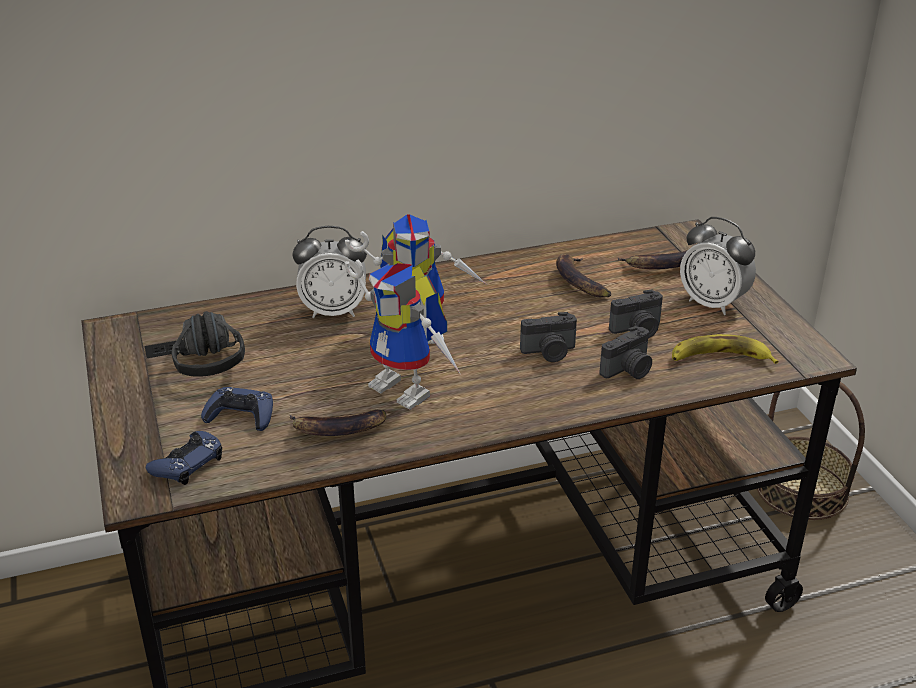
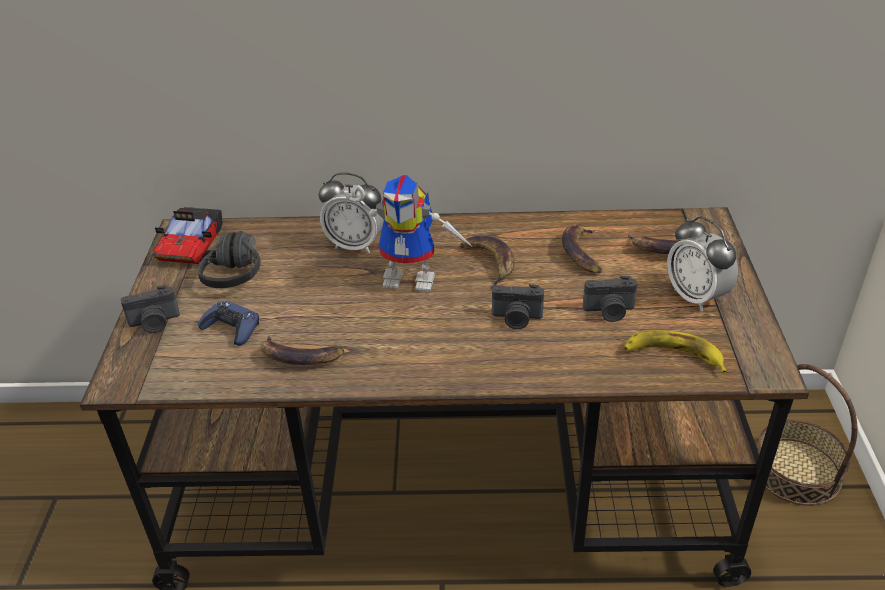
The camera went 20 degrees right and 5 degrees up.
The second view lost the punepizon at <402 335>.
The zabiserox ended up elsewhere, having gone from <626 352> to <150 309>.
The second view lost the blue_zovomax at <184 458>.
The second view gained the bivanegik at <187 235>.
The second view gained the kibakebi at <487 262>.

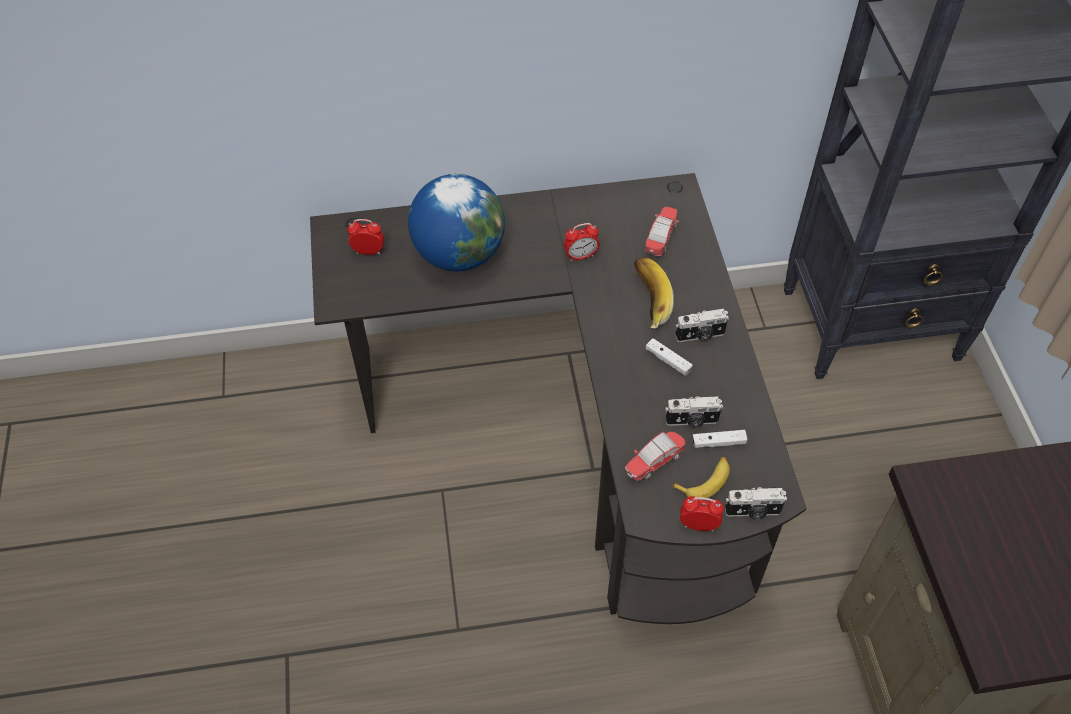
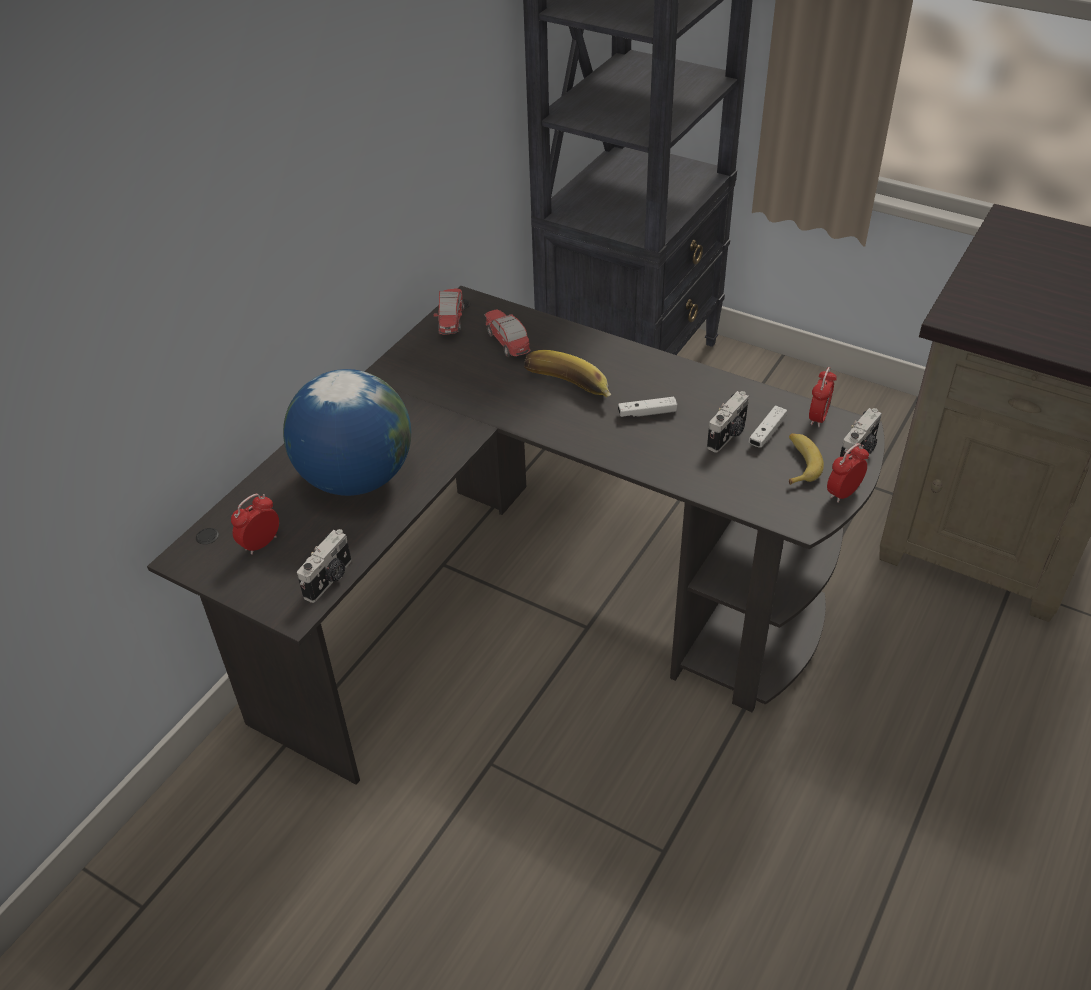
The camera went 50 degrees left and 10 degrees down.
The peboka ended up elsewhere, having gone from <582 242> to <823 397>.
The zabiserox ended up elsewhere, having gone from <702 325> to <324 566>.
The bivanegik ended up elsewhere, having gone from <655 456> to <449 311>.

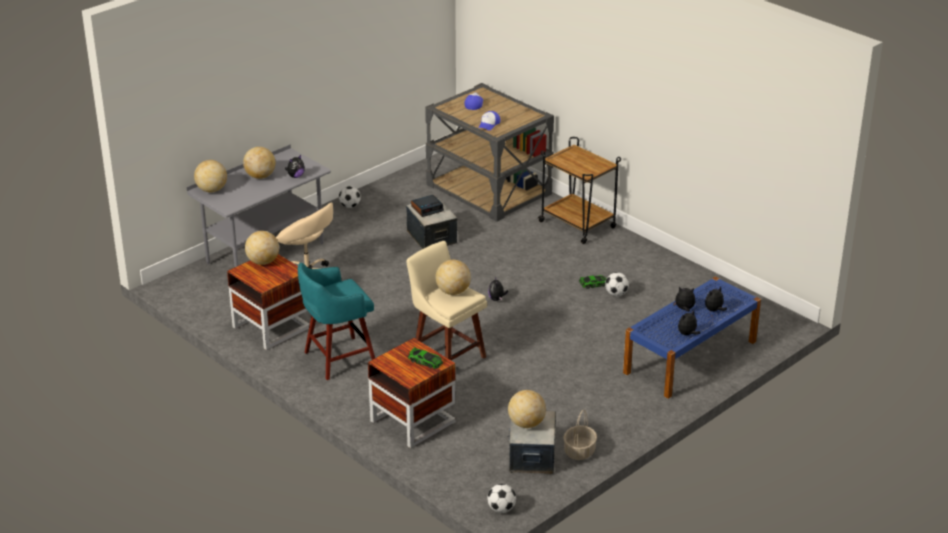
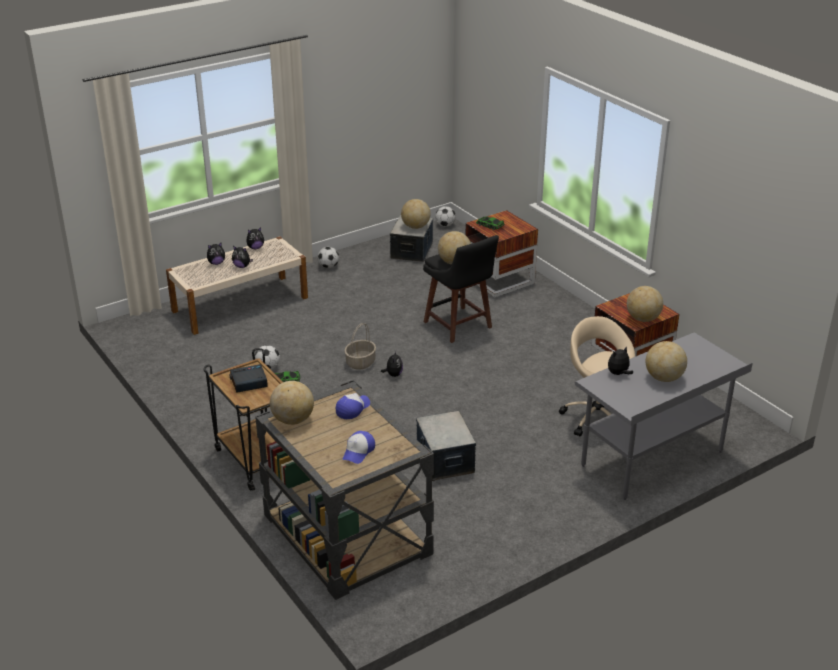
The camera went 170 degrees left and 0 degrees up.
The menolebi ended up elsewhere, having gone from <210 176> to <292 403>.
The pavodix ended up elsewhere, having gone from <350 197> to <328 257>.
The peboka ended up elsewhere, having gone from <427 206> to <249 378>.
What was the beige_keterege at <446 301> turned into the black_keterege at <461 289>.
The second view lost the turquoise_keterege at <336 321>.
What was the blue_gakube at <692 337> turned into the beige_gakube at <237 285>.
The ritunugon ended up elsewhere, having gone from <580 435> to <360 346>.

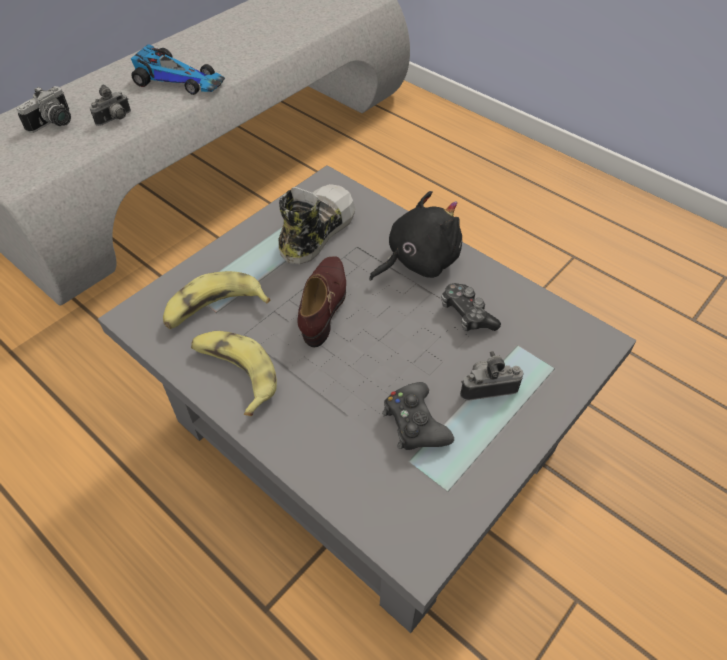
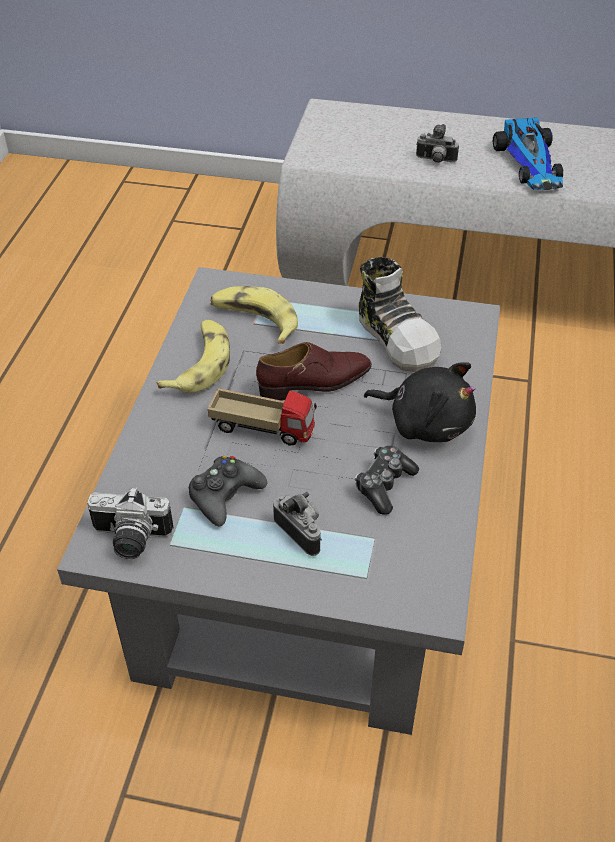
The camera went 60 degrees right and 5 degrees down.
The zabiserox ended up elsewhere, having gone from <43 109> to <130 523>.
The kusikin at <316 224> ended up facing another way, 60 degrees clockwise from before.
The second view gained the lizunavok at <262 417>.

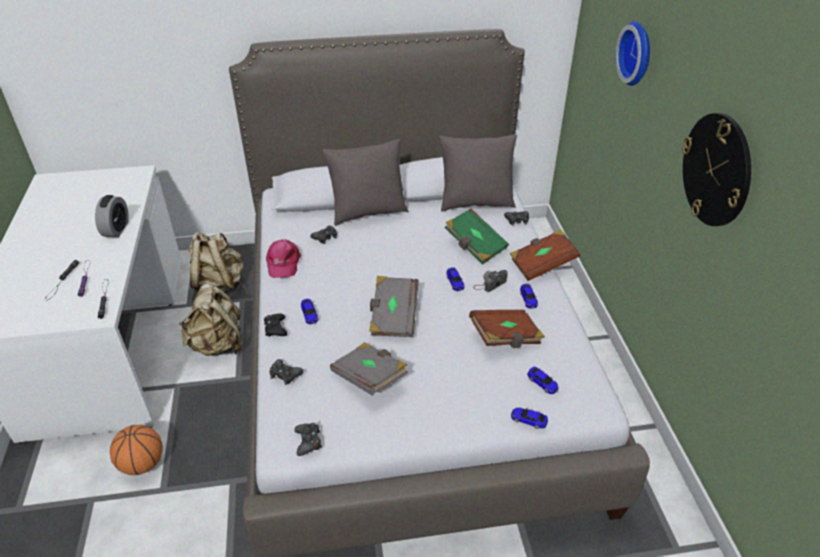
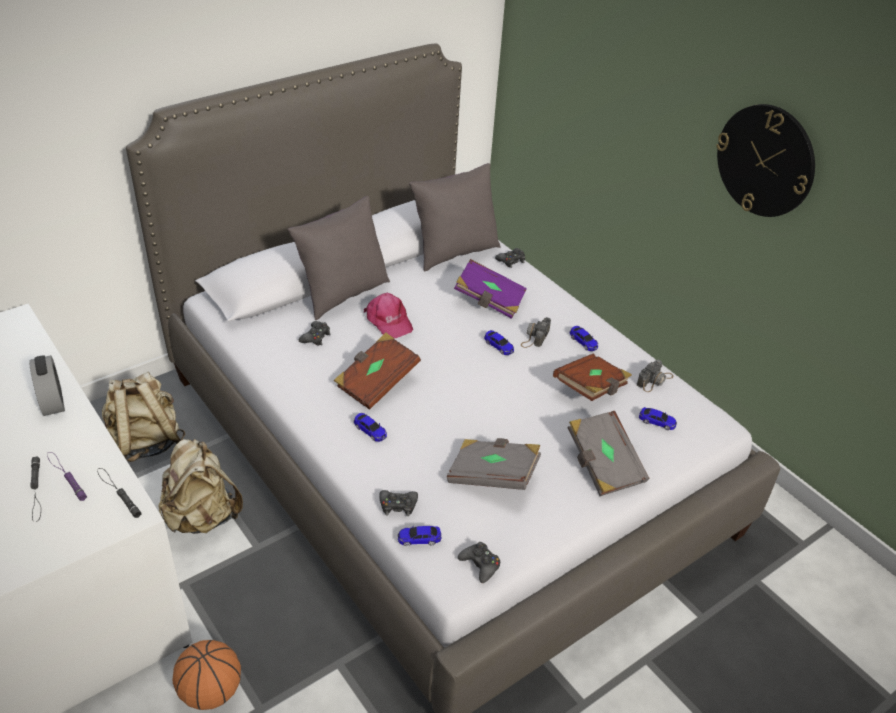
The camera went 30 degrees left and 0 degrees up.
The second view lost the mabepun at <633 53>.
What was the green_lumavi at <477 236> turned into the purple_lumavi at <490 289>.
The brown_lumavi ended up elsewhere, having gone from <545 255> to <377 371>.
The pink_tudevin ended up elsewhere, having gone from <283 258> to <388 315>.
The grey_lumavi ended up elsewhere, having gone from <394 306> to <608 453>.
The second view lost the black_zovomax at <275 325>.
The bivanegik ended up elsewhere, having gone from <529 418> to <419 536>.
The second view gained the zabiserox at <655 376>.

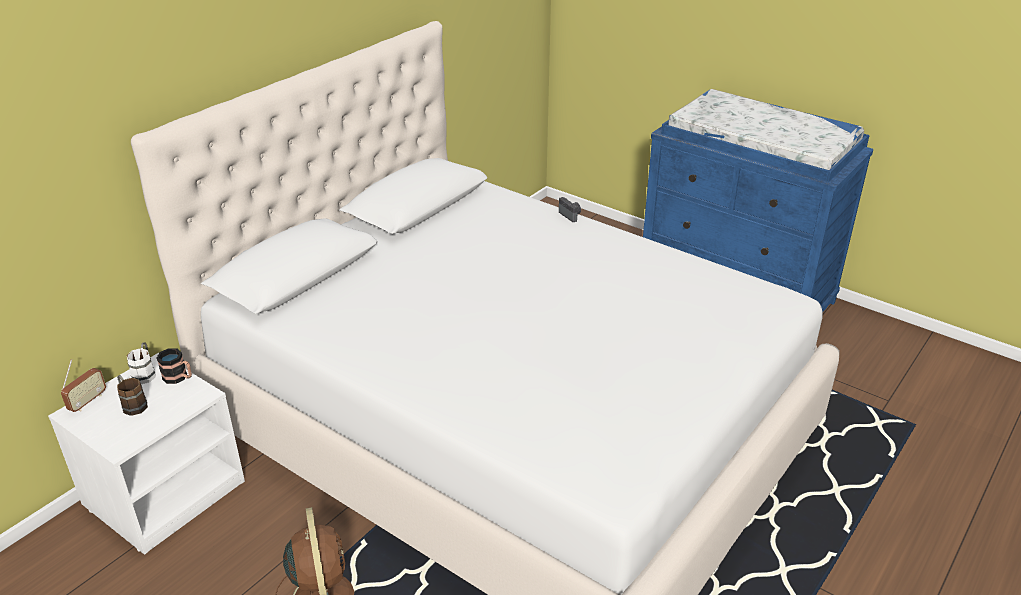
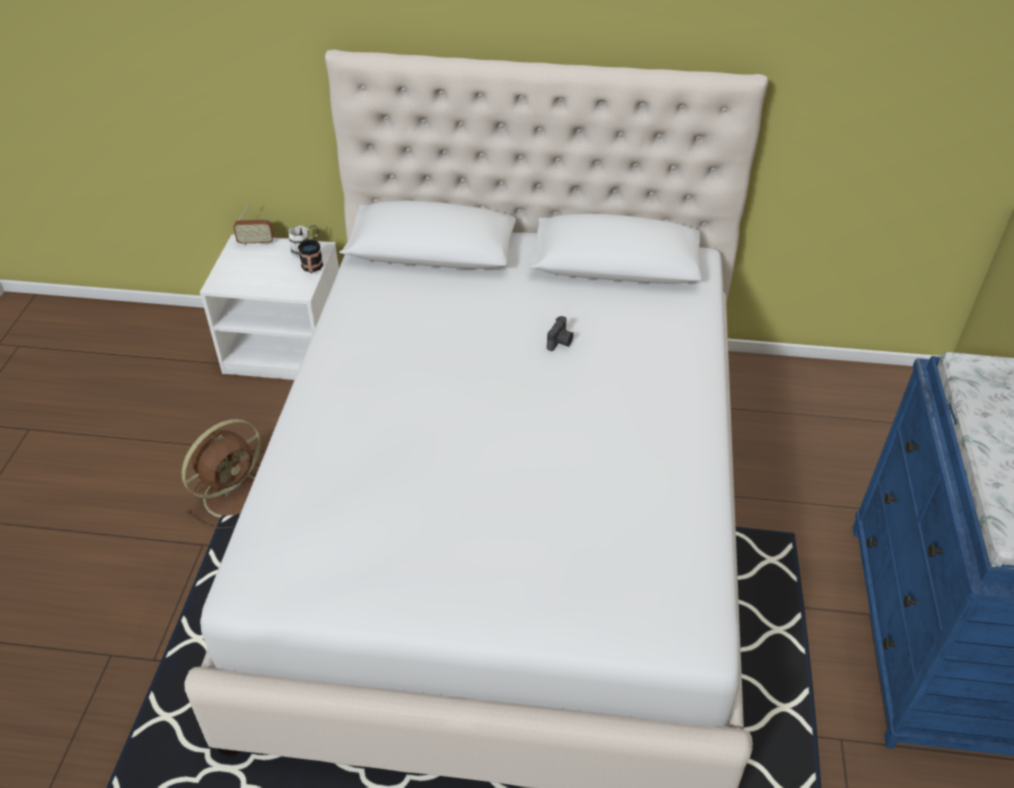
The camera went 60 degrees right and 10 degrees up.
The zabiserox ended up elsewhere, having gone from <570 209> to <560 333>.
The second view lost the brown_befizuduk at <132 395>.

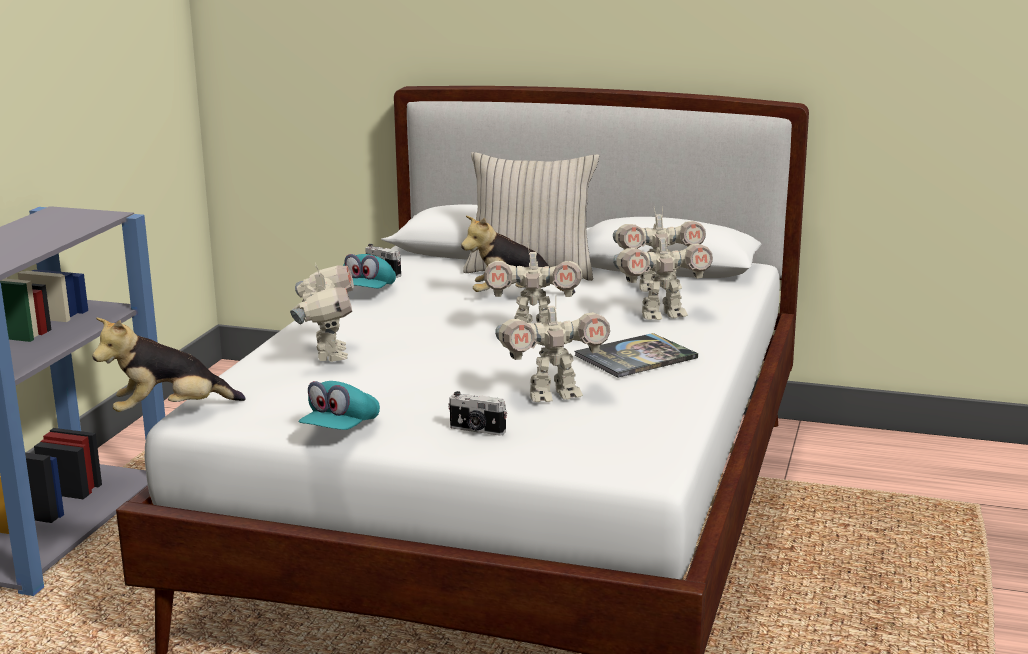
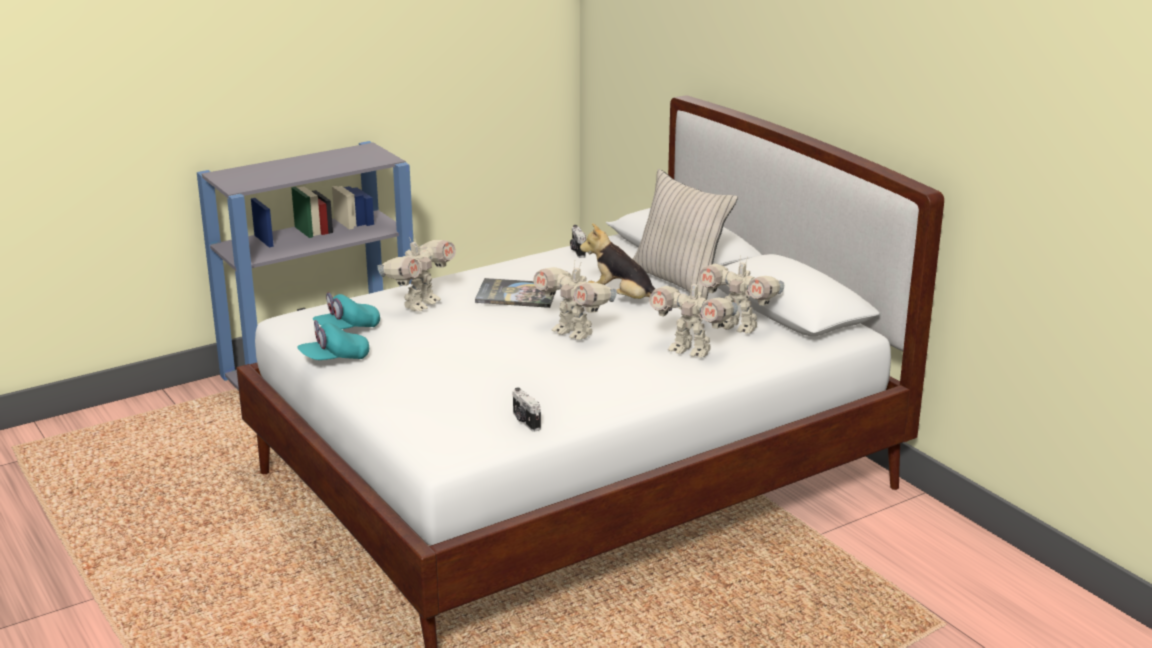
The camera went 40 degrees right and 5 degrees up.
The turquoise_tudevin ended up elsewhere, having gone from <369 271> to <346 310>.
The second view lost the punepizon at <552 349>.
The second view lost the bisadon at <169 364>.
The lumavi ended up elsewhere, having gone from <636 355> to <514 293>.
The zabiserox ended up elsewhere, having gone from <477 413> to <527 410>.

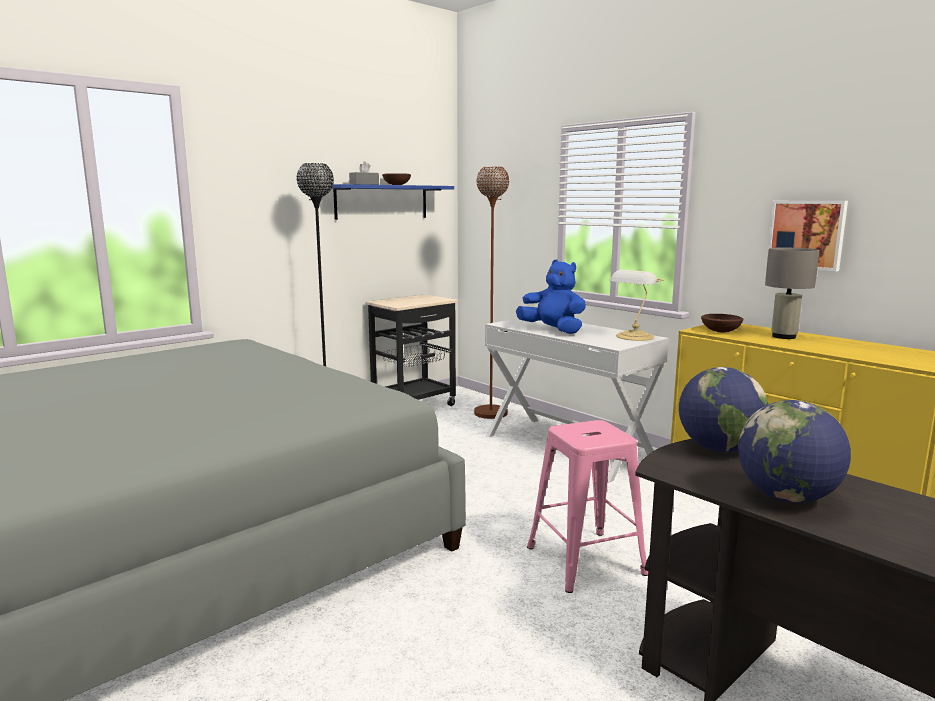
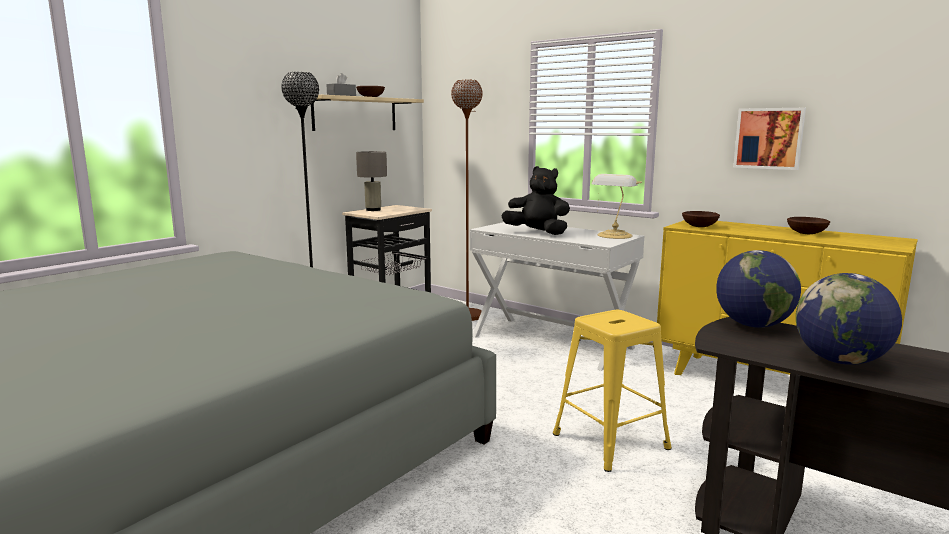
The camera went 10 degrees left and 0 degrees up.
What was the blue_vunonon at <392 202> turned into the beige_vunonon at <367 113>.
The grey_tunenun ended up elsewhere, having gone from <792 293> to <371 181>.
What was the blue_bisadon at <551 296> turned into the black_bisadon at <535 200>.
What was the pink_keterege at <587 506> turned into the yellow_keterege at <612 391>.
The second view gained the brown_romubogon at <808 225>.

